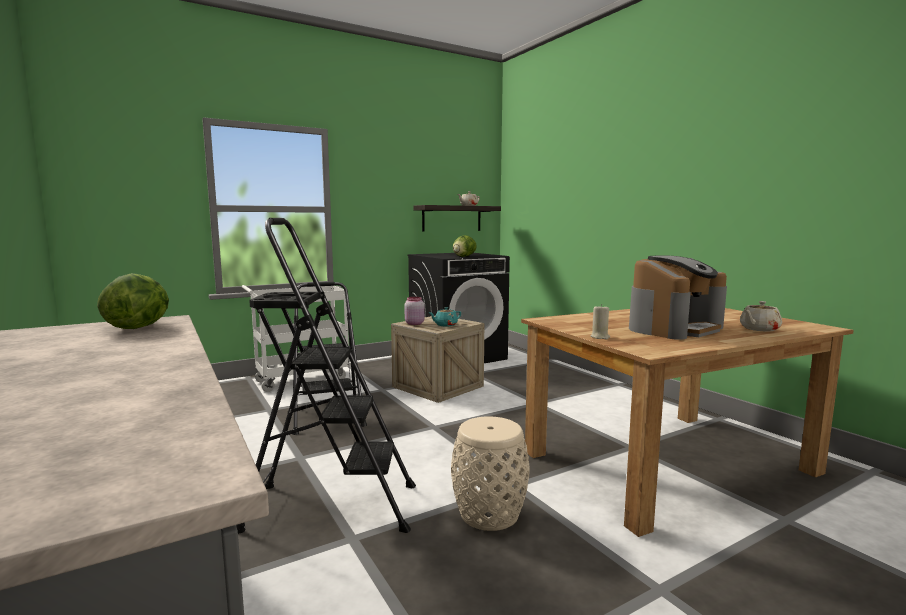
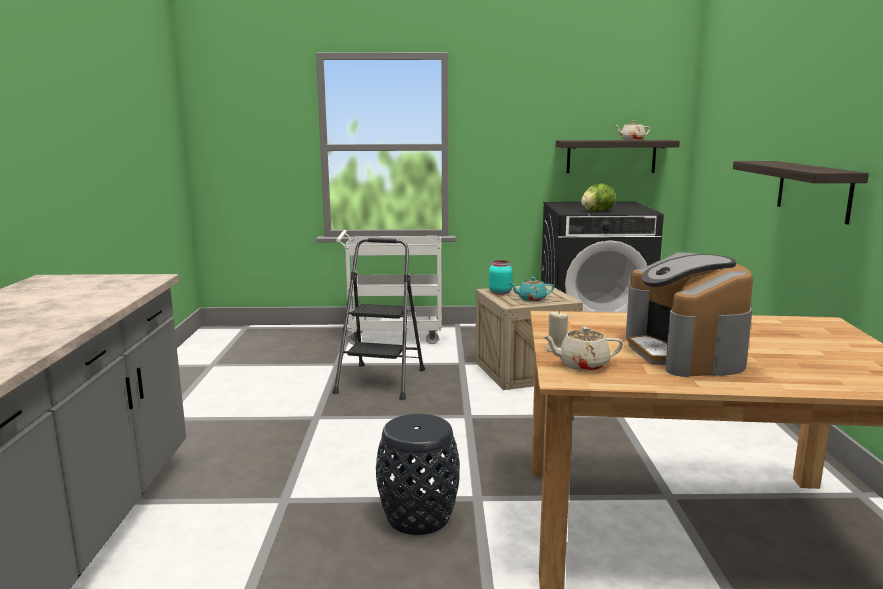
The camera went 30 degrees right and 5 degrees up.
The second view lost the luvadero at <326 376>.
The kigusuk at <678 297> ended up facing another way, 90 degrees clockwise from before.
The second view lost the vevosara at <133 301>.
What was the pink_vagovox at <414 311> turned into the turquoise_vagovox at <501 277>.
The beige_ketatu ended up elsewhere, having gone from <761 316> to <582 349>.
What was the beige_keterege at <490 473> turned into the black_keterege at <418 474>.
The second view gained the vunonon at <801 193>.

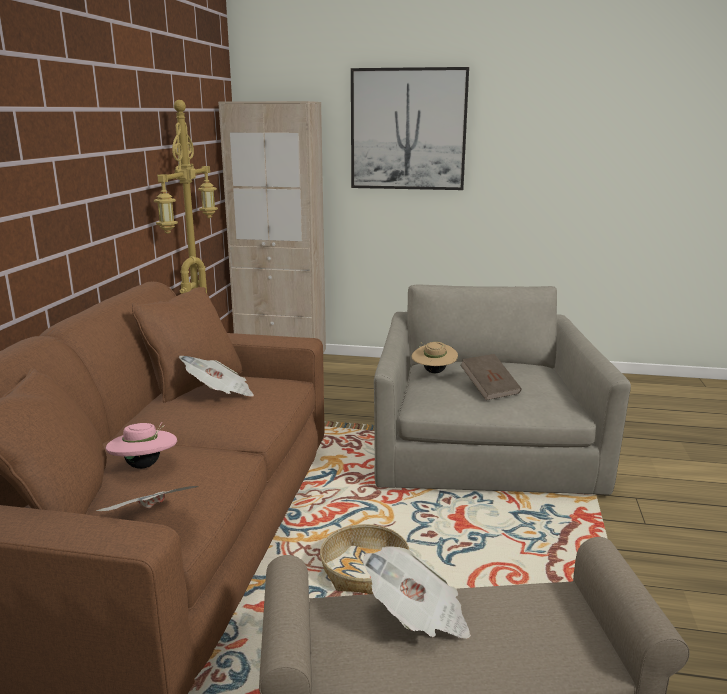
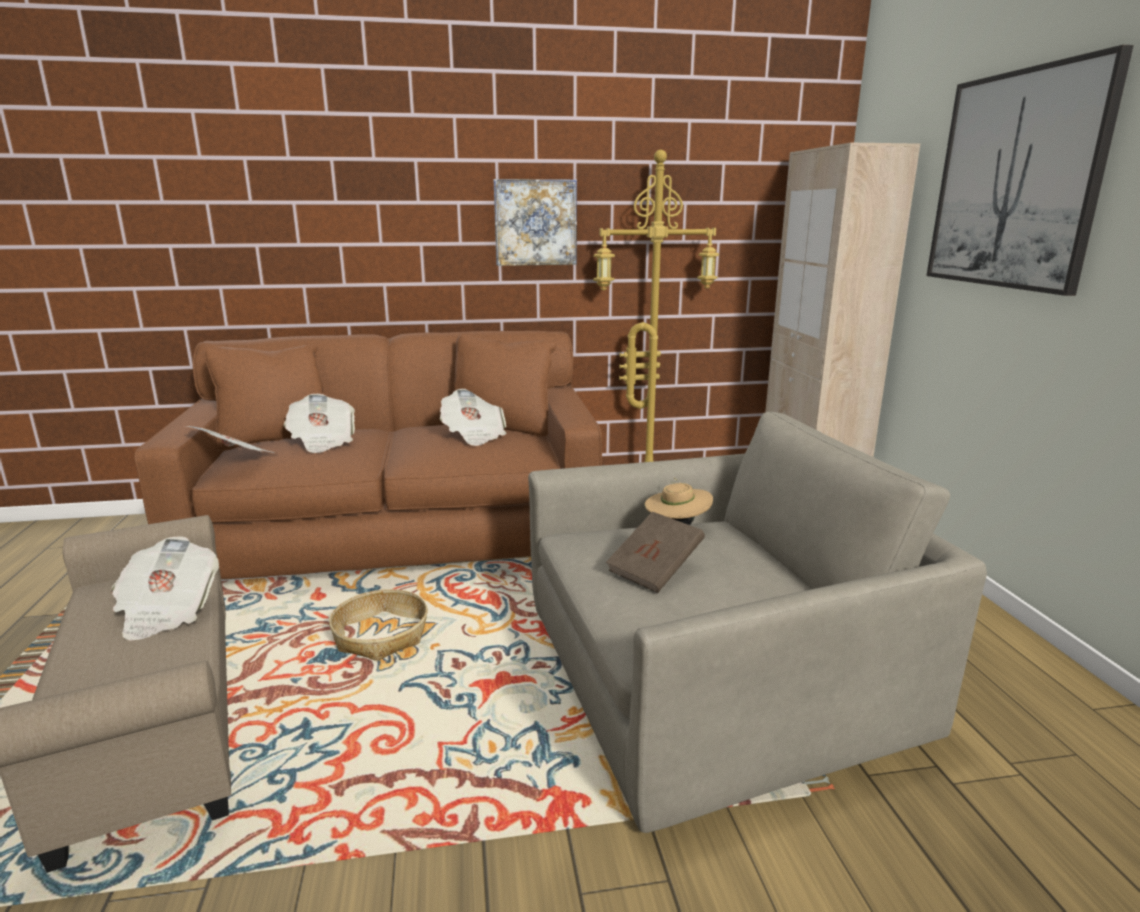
The camera went 70 degrees right and 0 degrees up.
Where the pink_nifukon stood at <141 445>, the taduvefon came to stand at <319 423>.
The second view gained the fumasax at <535 222>.

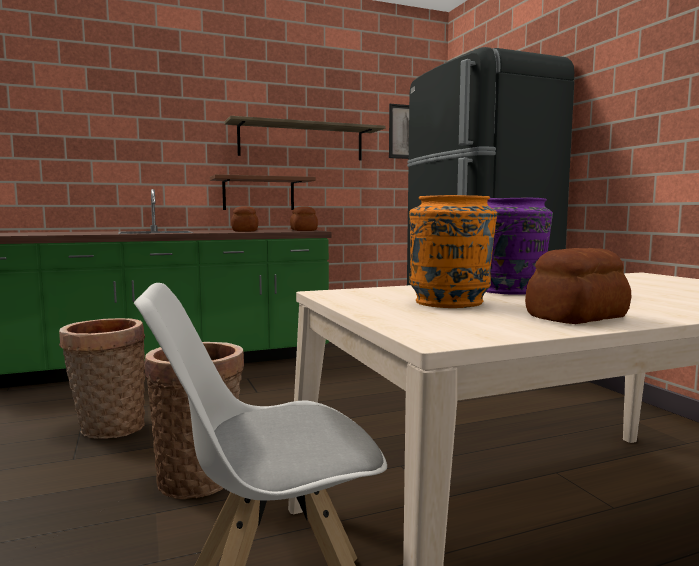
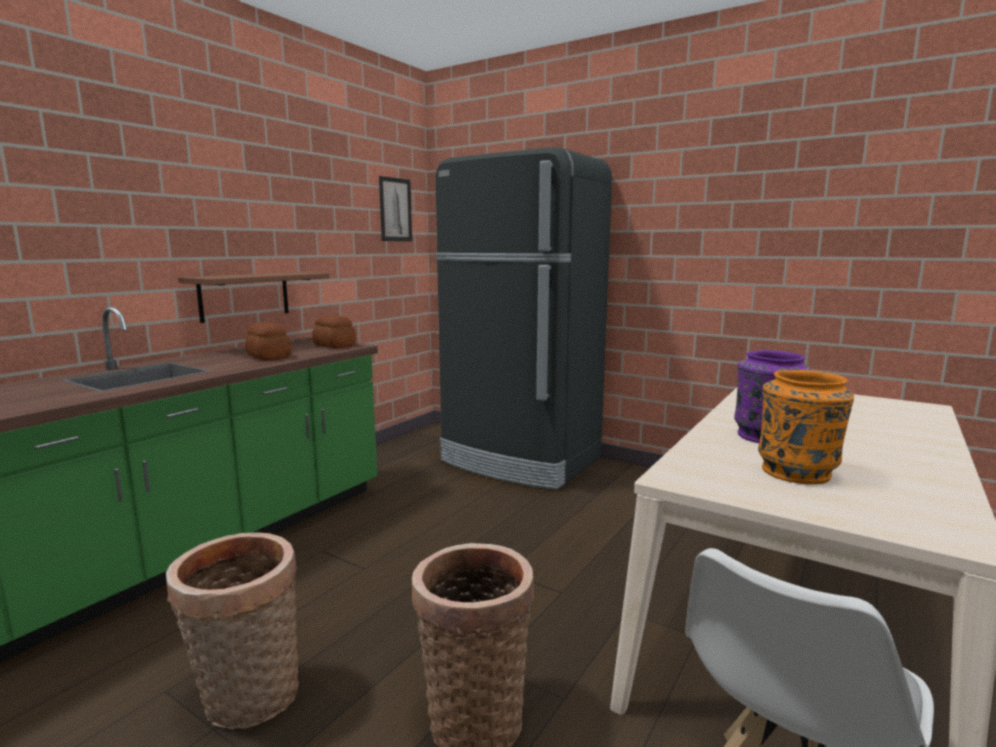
The camera went 35 degrees left and 5 degrees up.
The second view lost the vunonon at <305 138>.
The second view lost the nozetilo at <578 286>.

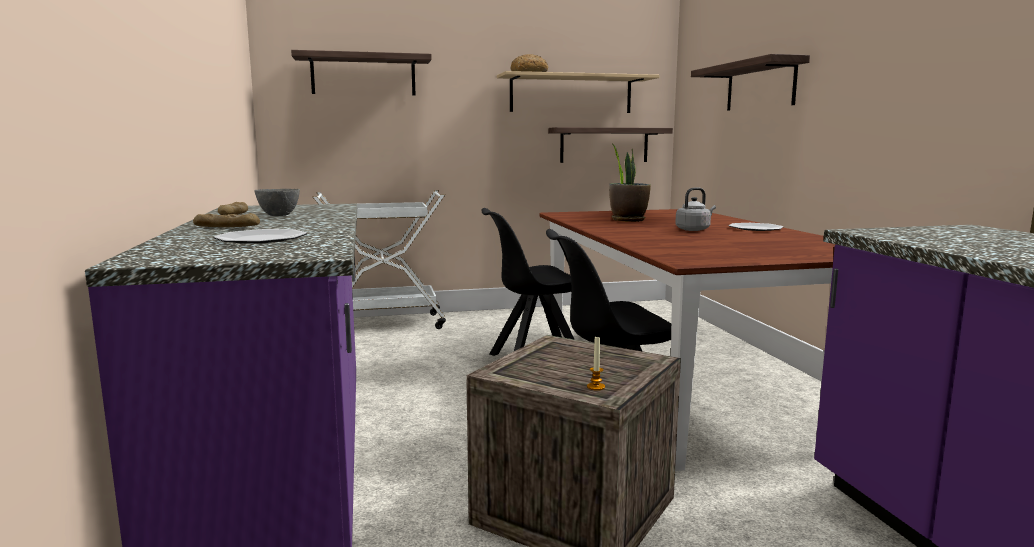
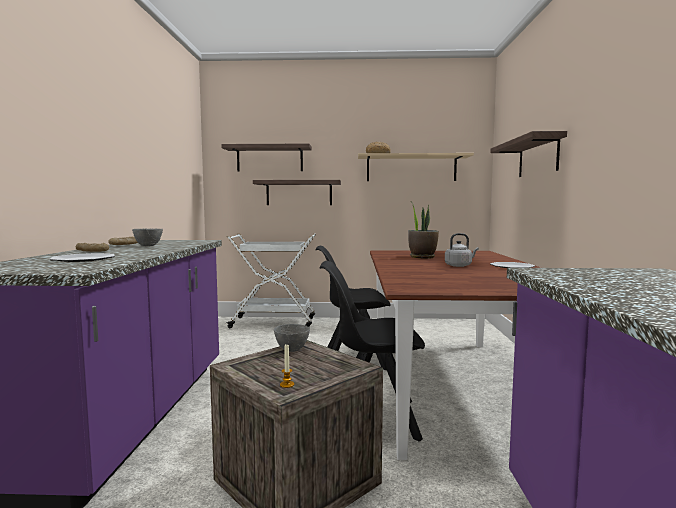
The camera went 15 degrees right and 5 degrees down.
The vunonon ended up elsewhere, having gone from <610 145> to <297 192>.
The second view gained the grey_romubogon at <292 338>.

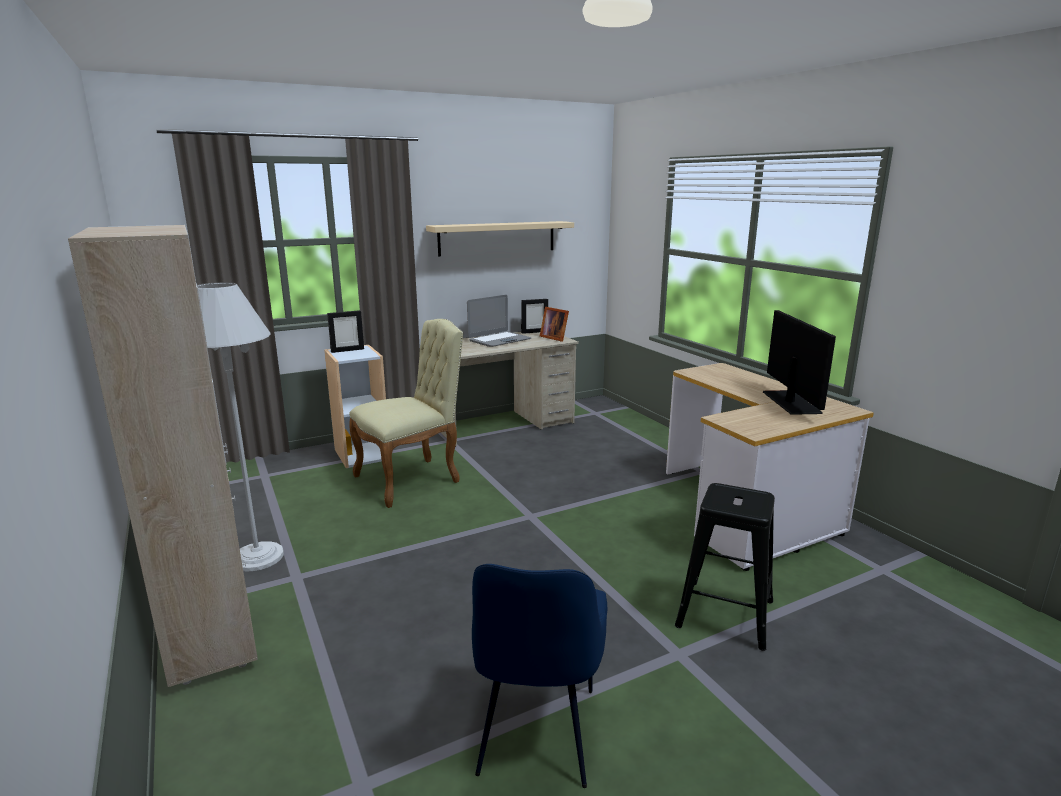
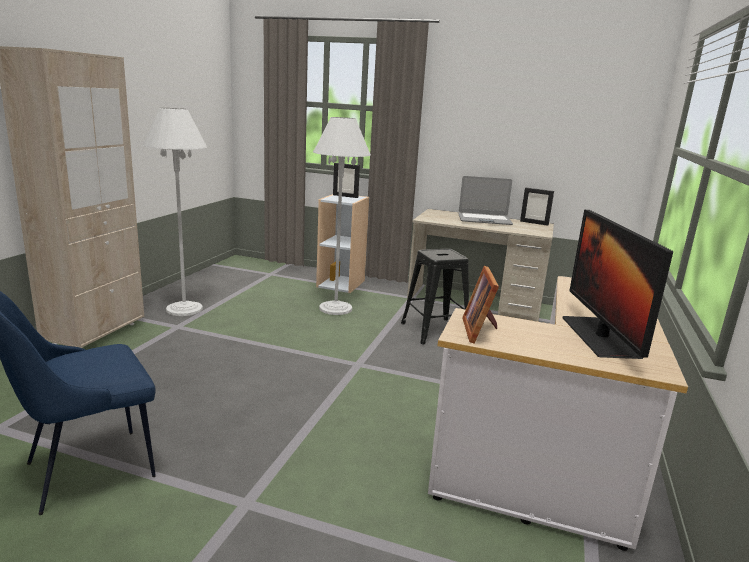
The camera went 45 degrees right and 0 degrees up.
The second view lost the beige_vunonon at <500 238>.
The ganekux ended up elsewhere, having gone from <554 324> to <480 305>.
The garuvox at <799 362> ended up facing another way, 135 degrees clockwise from before.
Where the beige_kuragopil stood at <406 413>, the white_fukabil came to stand at <342 216>.
The black_keterege ended up elsewhere, having gone from <725 567> to <435 296>.

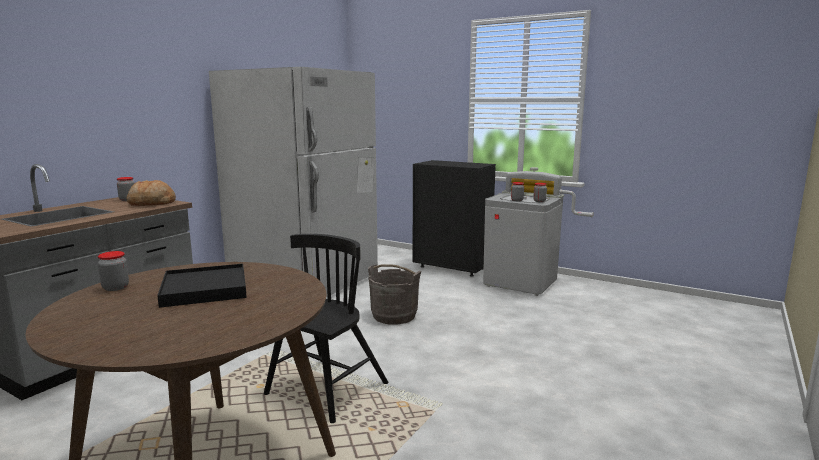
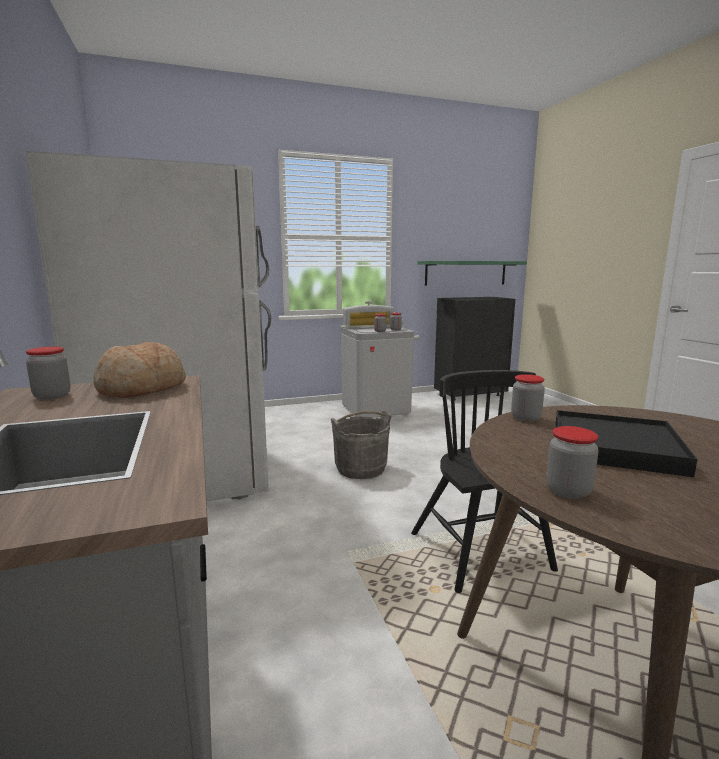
The camera went 50 degrees left and 0 degrees up.
The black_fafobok ended up elsewhere, having gone from <454 218> to <474 349>.
The second view gained the green_vunonon at <472 273>.
The second view gained the vagovox at <528 398>.

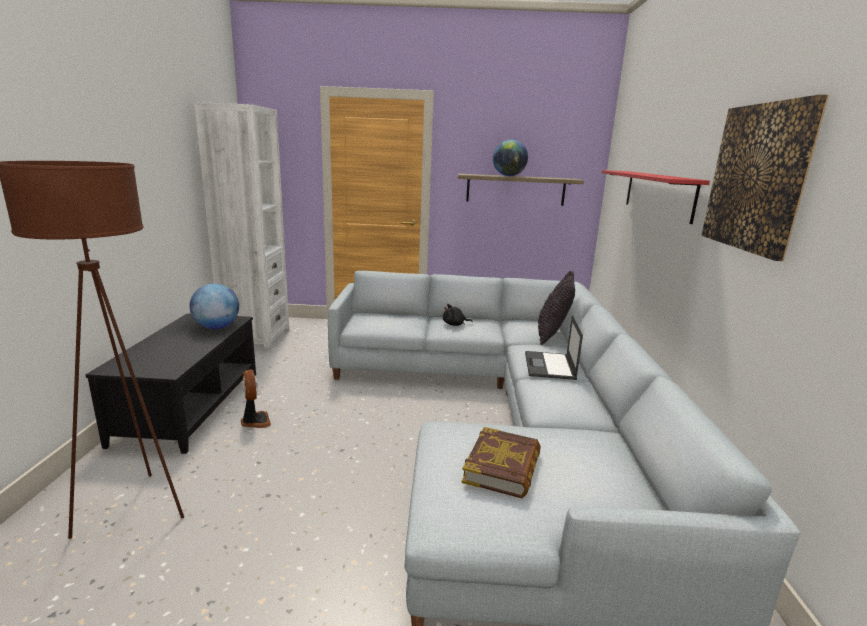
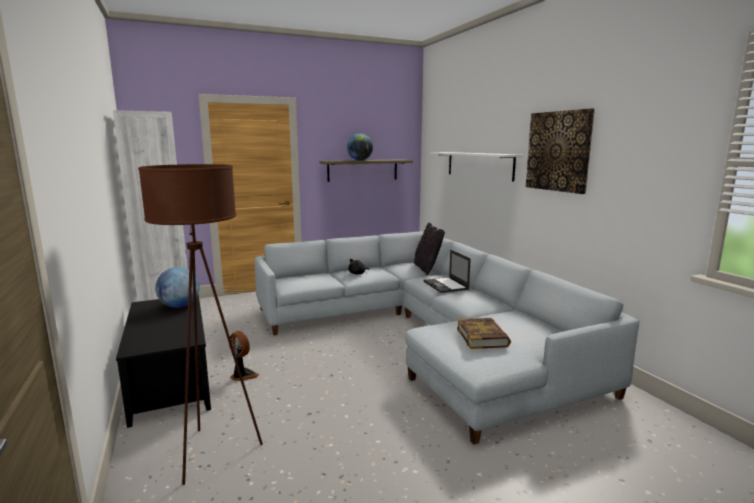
The camera went 25 degrees left and 5 degrees down.
What was the red_vunonon at <656 197> turned into the white_vunonon at <476 166>.

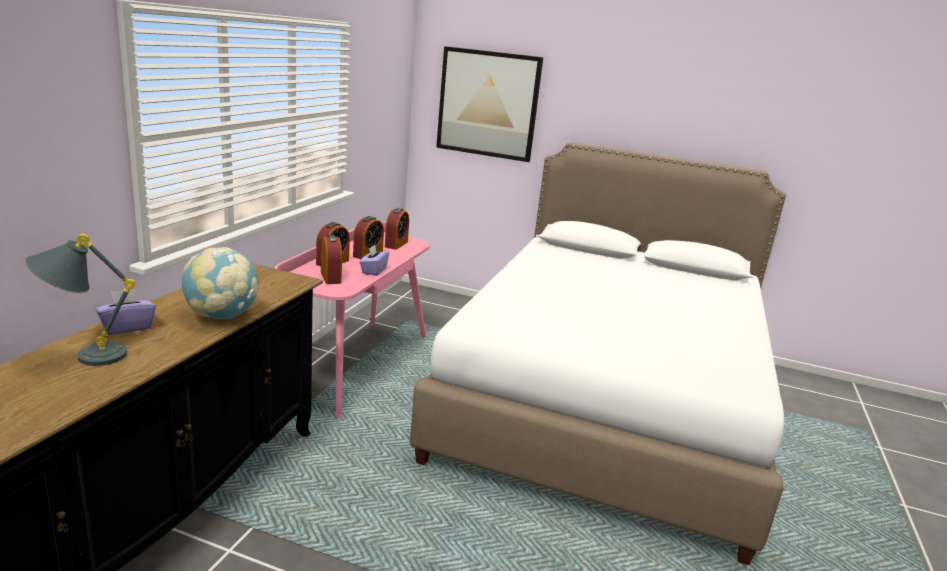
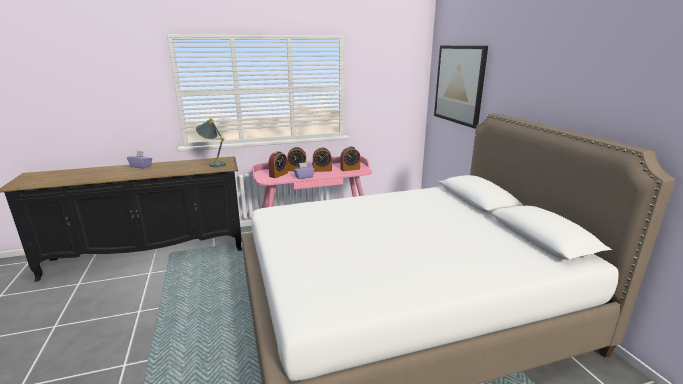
The camera went 55 degrees right and 0 degrees up.
The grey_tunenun ended up elsewhere, having gone from <81 300> to <211 142>.
The second view lost the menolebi at <220 283>.

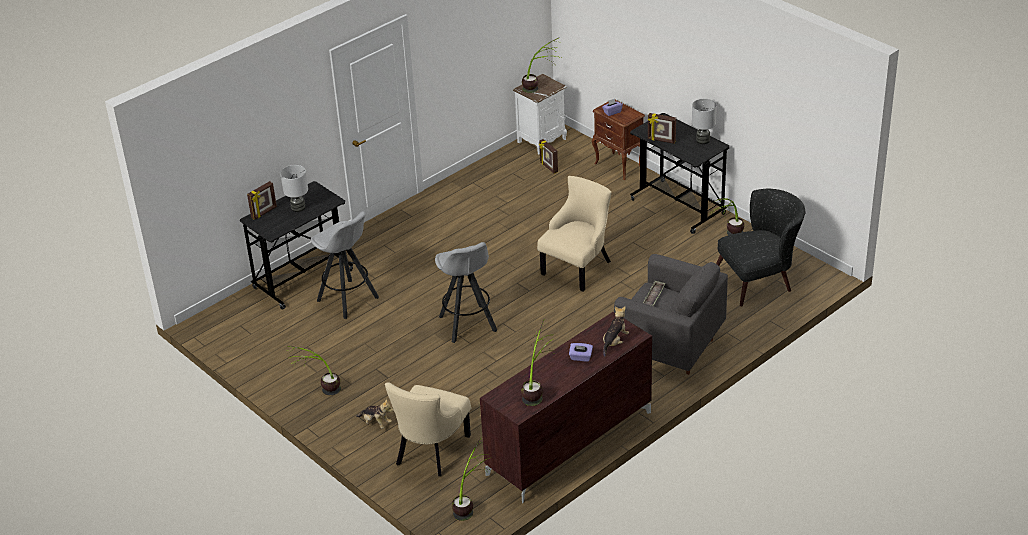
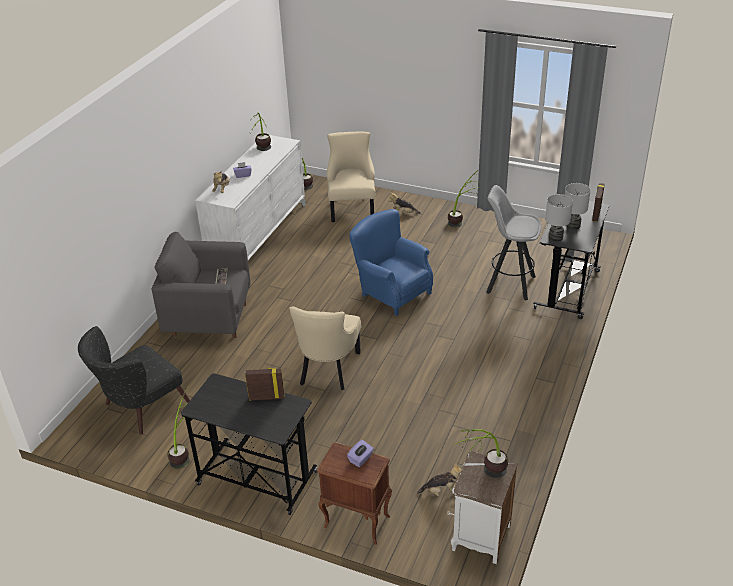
The camera went 155 degrees right and 0 degrees up.
The grey_tunenun ended up elsewhere, having gone from <704 121> to <559 217>.
Where the ganekux stood at <548 156>, the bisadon came to stand at <439 479>.
Where the grey_keterege stood at <466 292>, the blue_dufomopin came to stand at <391 262>.
What was the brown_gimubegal at <566 407> turned into the white_gimubegal at <250 197>.

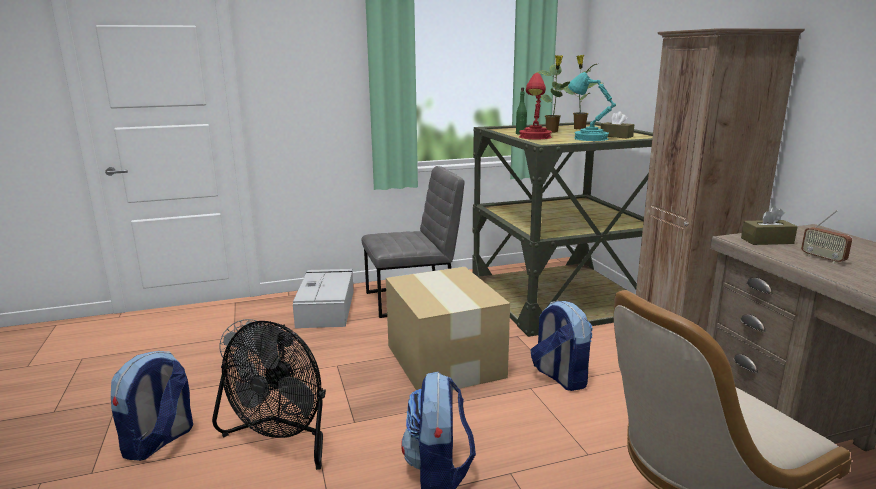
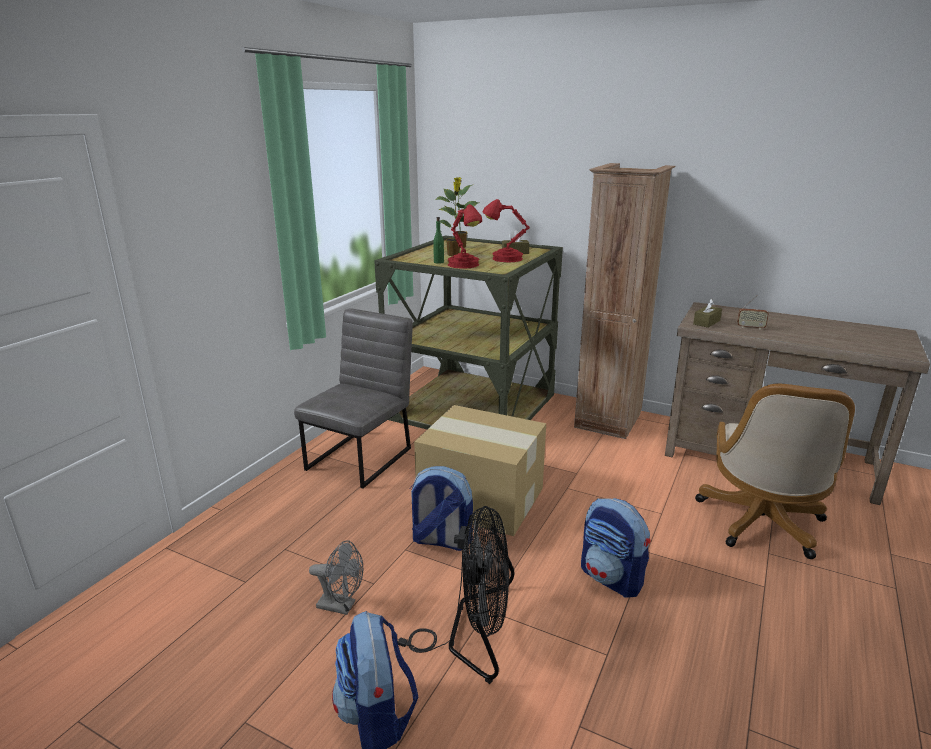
The camera went 45 degrees left and 5 degrees up.
What was the turquoise_tunenun at <592 106> turned into the red_tunenun at <506 230>.
The second view lost the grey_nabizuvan at <323 298>.
The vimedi ended up elsewhere, having gone from <562 346> to <441 508>.
The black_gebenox at <269 395> ended up facing another way, 60 degrees counterclockwise from before.

